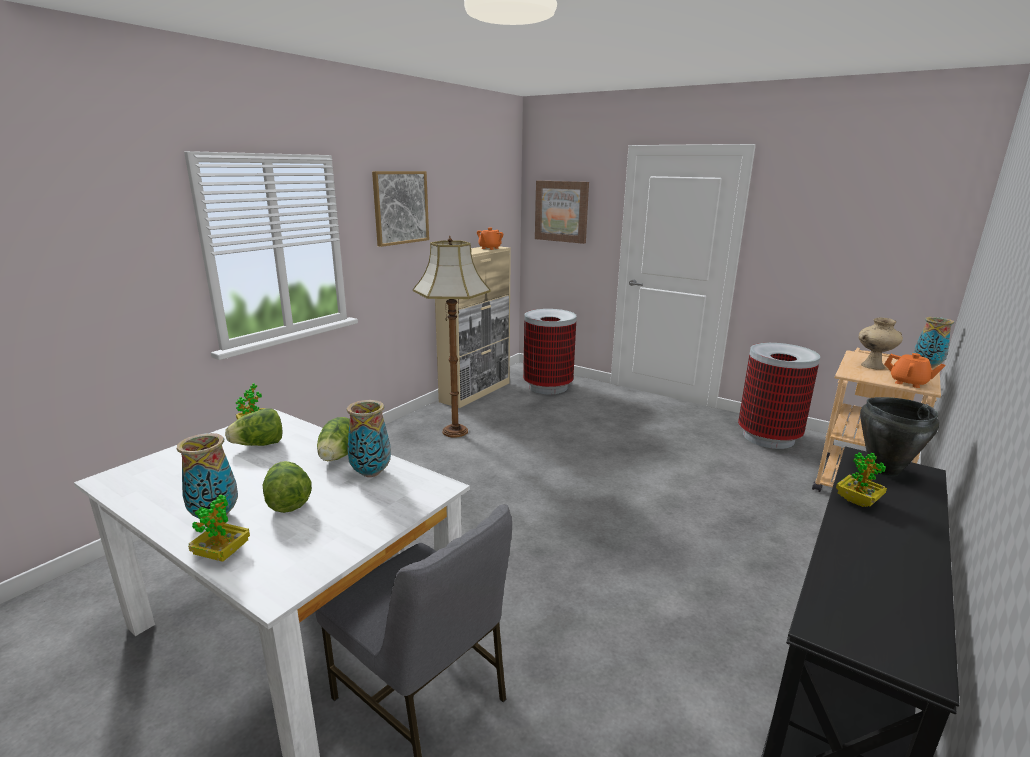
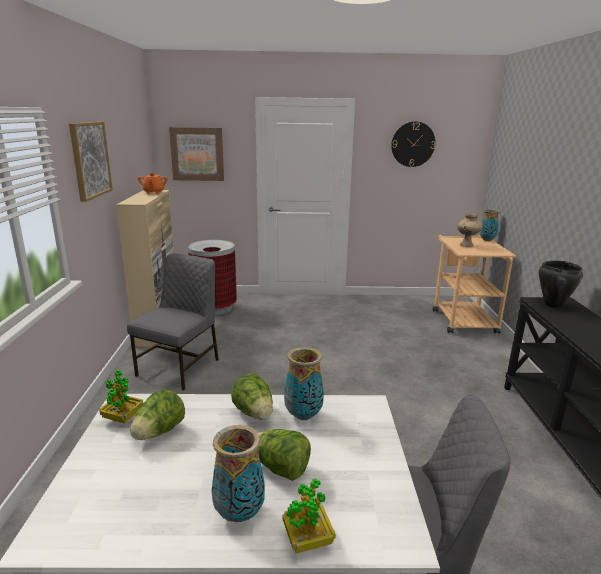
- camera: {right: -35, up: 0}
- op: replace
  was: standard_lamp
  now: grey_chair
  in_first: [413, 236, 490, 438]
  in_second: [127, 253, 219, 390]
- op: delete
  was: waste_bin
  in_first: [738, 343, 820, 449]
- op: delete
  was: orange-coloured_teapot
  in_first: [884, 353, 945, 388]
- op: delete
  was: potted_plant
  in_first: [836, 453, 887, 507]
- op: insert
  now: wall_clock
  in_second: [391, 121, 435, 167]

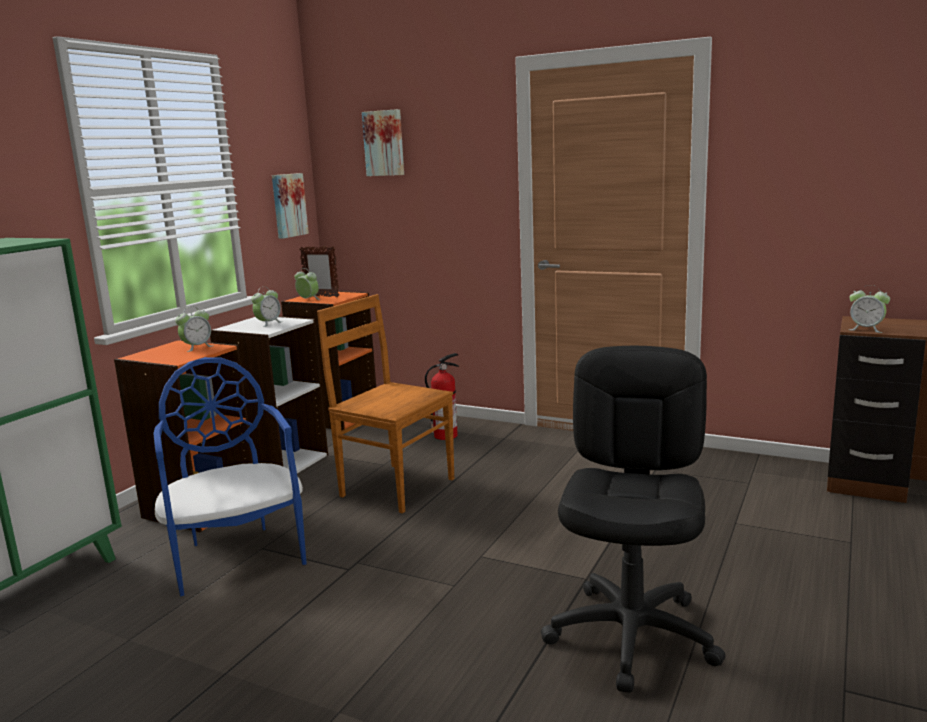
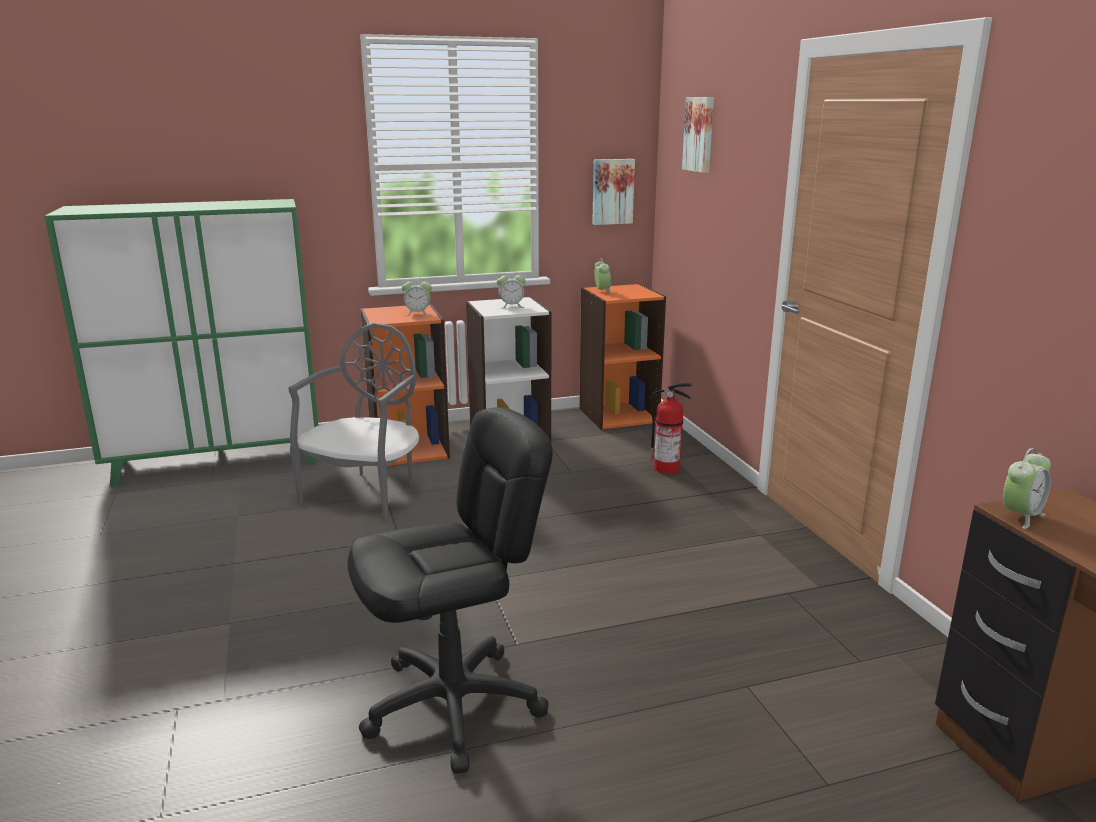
- camera: {right: 45, up: 5}
- op: delete
  was: standing_frame
  in_first: [300, 246, 339, 297]
- op: rotate
  was: bedside_clock
  in_first: [849, 285, 890, 333]
  in_second: [1003, 448, 1051, 529]
  clockwise: -120
- op: delete
  was: brownish_chair
  in_first: [317, 294, 454, 514]
- op: recolor
  was: bluish_chair
  now: grey_chair
  in_first: [153, 357, 307, 596]
  in_second: [288, 323, 419, 521]

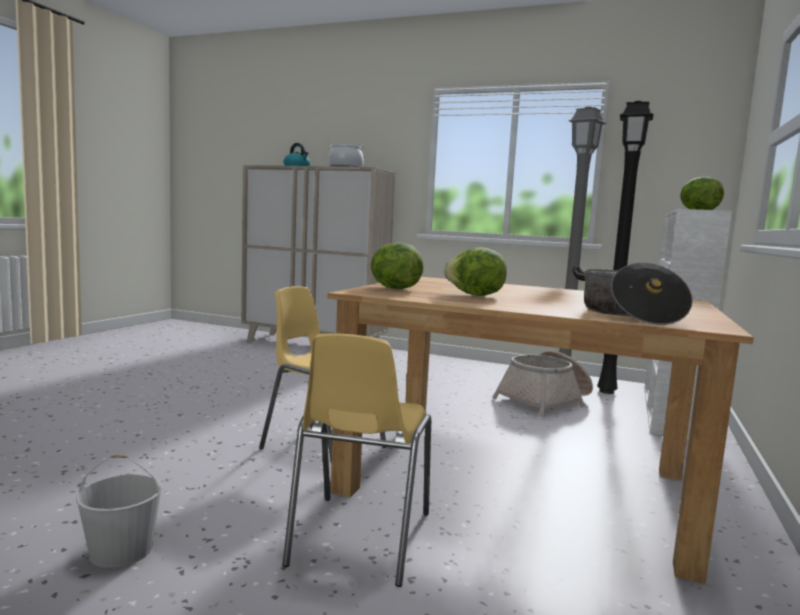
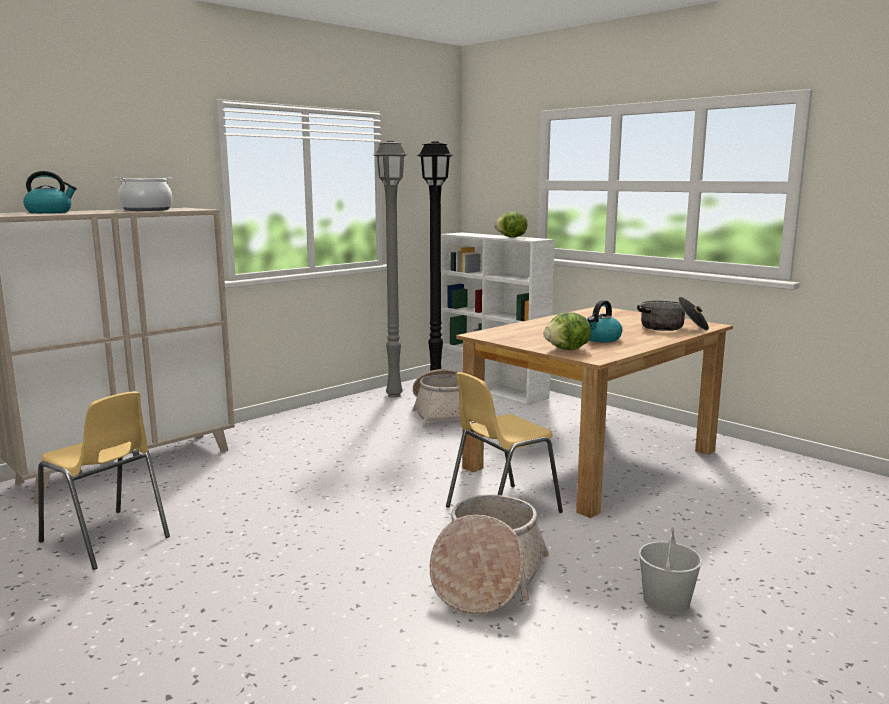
- camera: {right: -65, up: 5}
- op: replace
  was: head_of_lettuce
  now: water_kettle
  in_first: [444, 247, 507, 296]
  in_second: [587, 300, 622, 342]
- op: move
  was: yellowish_chair
  in_first: [283, 333, 431, 587]
  in_second: [38, 391, 170, 570]
- op: insert
  now: storage_basket
  in_second: [430, 495, 549, 614]

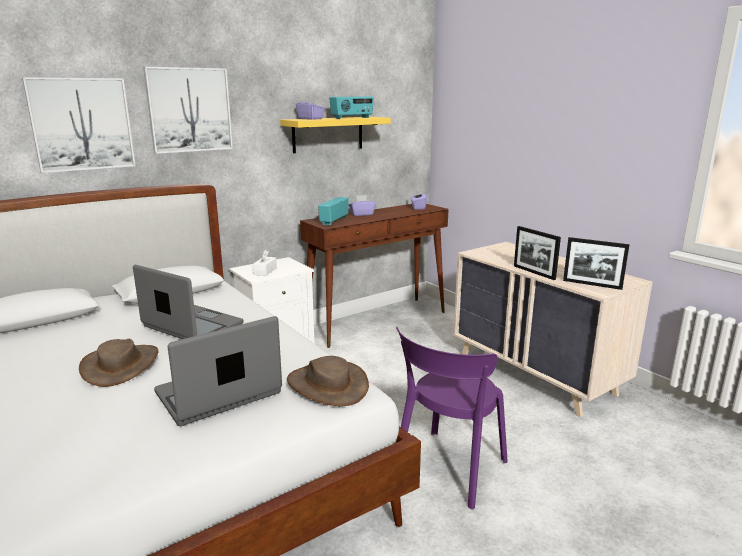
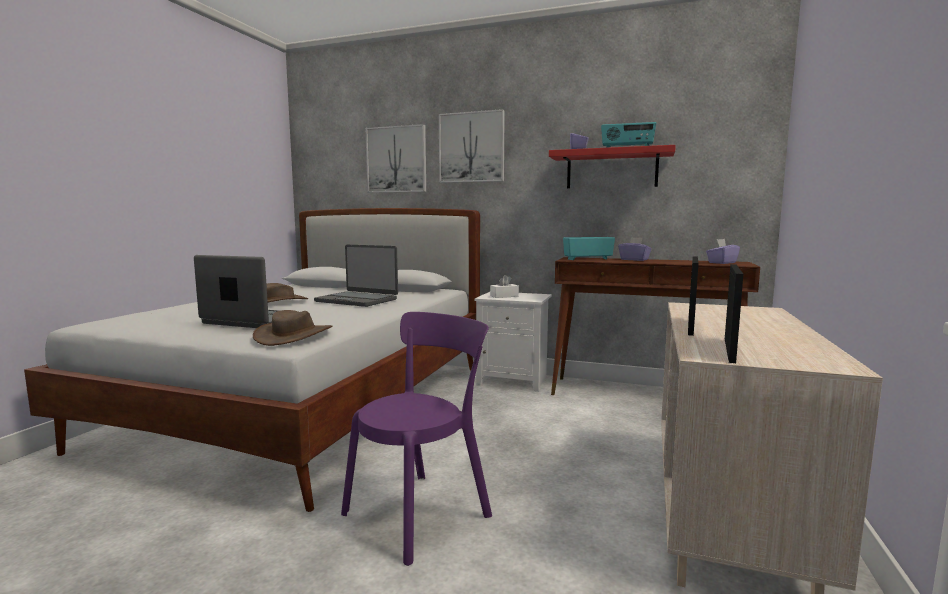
- camera: {right: 55, up: -10}
- op: recolor
  was: yellowish_shelf
  now: reddish_shelf
  in_first: [280, 117, 391, 153]
  in_second: [549, 145, 676, 188]
- op: rotate
  was: standing_frame
  in_first: [563, 237, 630, 290]
  in_second: [725, 264, 743, 363]
  clockwise: -150
- op: rotate
  was: notebook_computer
  in_first: [133, 264, 244, 339]
  in_second: [314, 245, 398, 307]
  clockwise: 120
- op: rotate
  was: purple-coloured_chair
  in_first: [396, 327, 508, 509]
  in_second: [341, 312, 492, 566]
  clockwise: 135

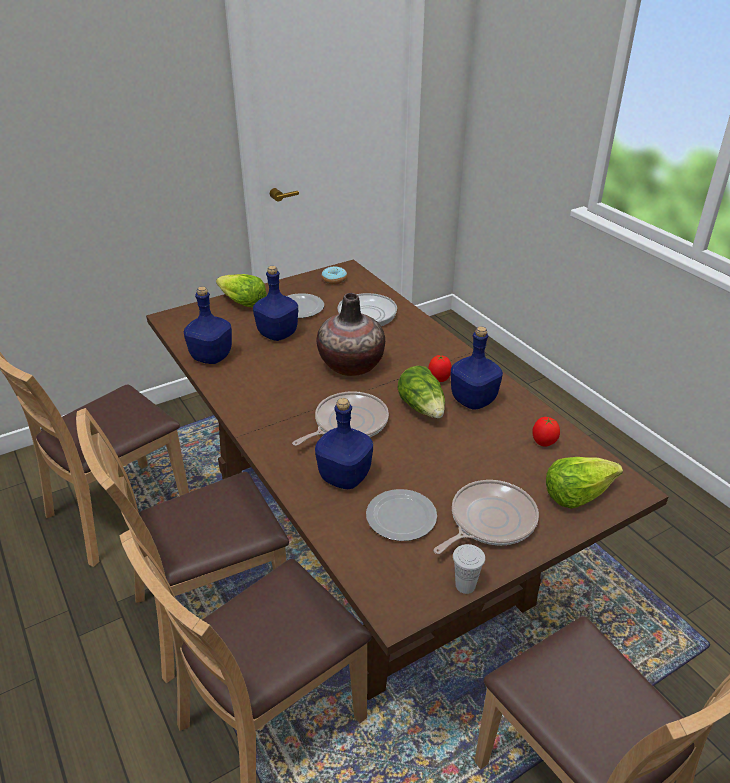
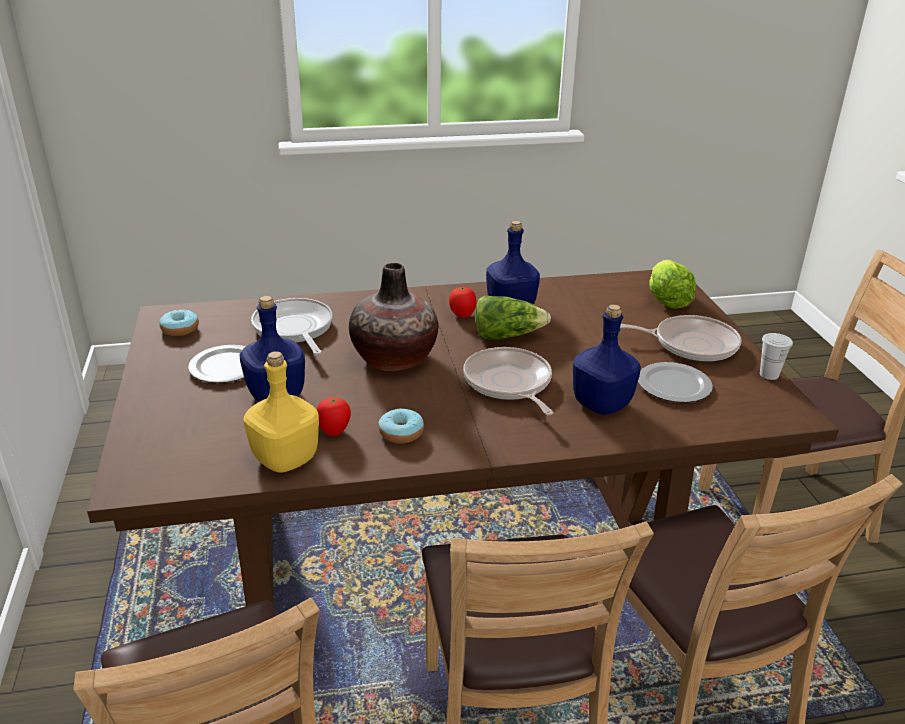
- camera: {right: -70, up: -5}
- op: delete
  was: head_of_lettuce
  in_first: [216, 274, 267, 307]
- op: recolor
  was: bluish_bottle
  now: yellowish_bottle
  in_first: [184, 286, 232, 364]
  in_second: [243, 351, 319, 473]
- op: move
  was: tomato
  in_first: [532, 417, 560, 447]
  in_second: [317, 397, 351, 436]
- op: rotate
  was: pan
  in_first: [433, 480, 539, 554]
  in_second: [620, 315, 742, 362]
  clockwise: 120
- op: insert
  now: doughnut
  in_second: [378, 408, 424, 444]

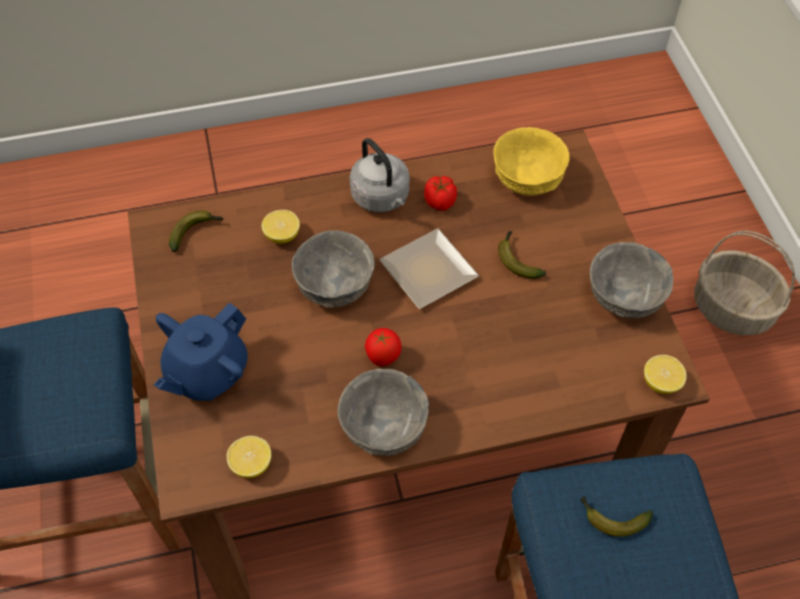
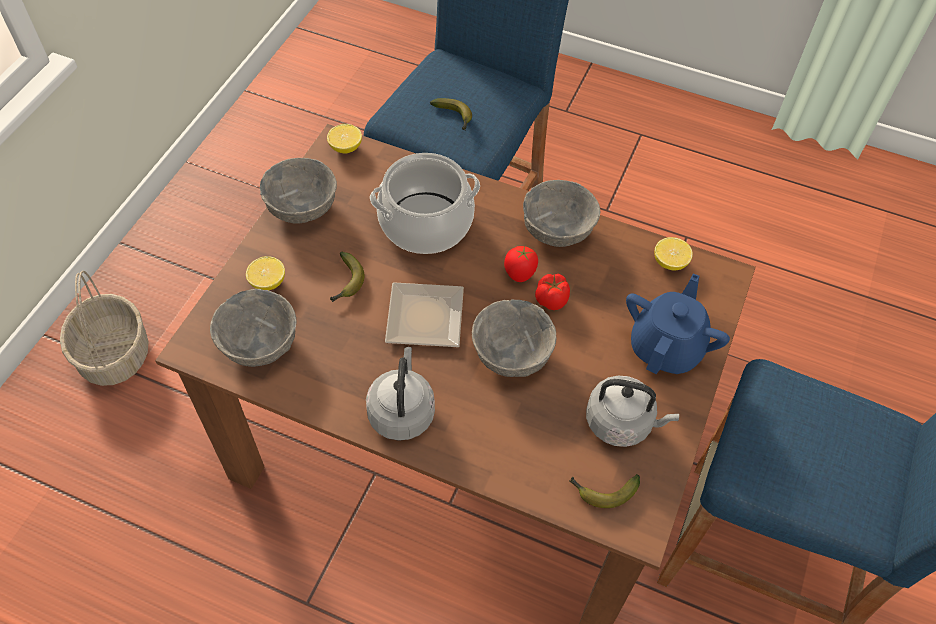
- camera: {right: -145, up: 0}
- op: recolor
  was: yellowish_deep_dish
  now: grey_deep_dish
  in_first: [493, 127, 570, 196]
  in_second: [210, 289, 297, 367]
- op: move
  was: tomato
  in_first: [424, 176, 457, 211]
  in_second: [535, 274, 570, 310]
- op: move
  was: lemon
  in_first: [262, 210, 300, 244]
  in_second: [246, 256, 285, 290]
- op: rotate
  was: bluish_teapot
  in_first: [154, 303, 248, 401]
  in_second: [626, 274, 730, 374]
  clockwise: -45
- op: insert
  now: stockpot
  in_second: [370, 153, 480, 254]
- op: insert
  now: grey_water_kettle
  in_second: [586, 376, 679, 447]

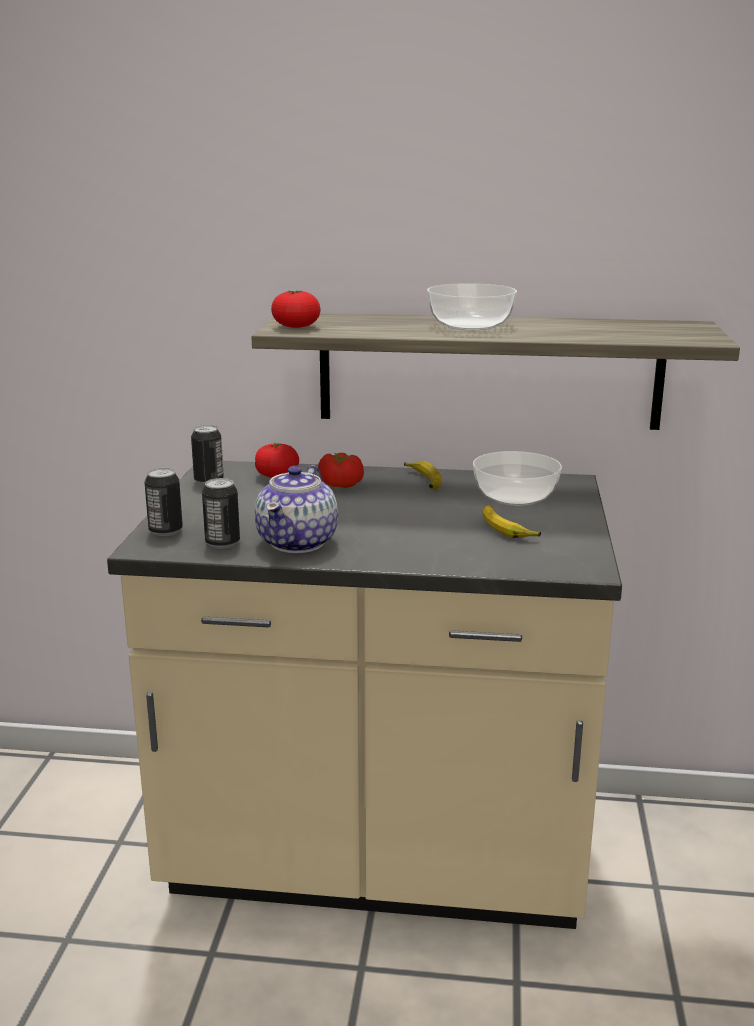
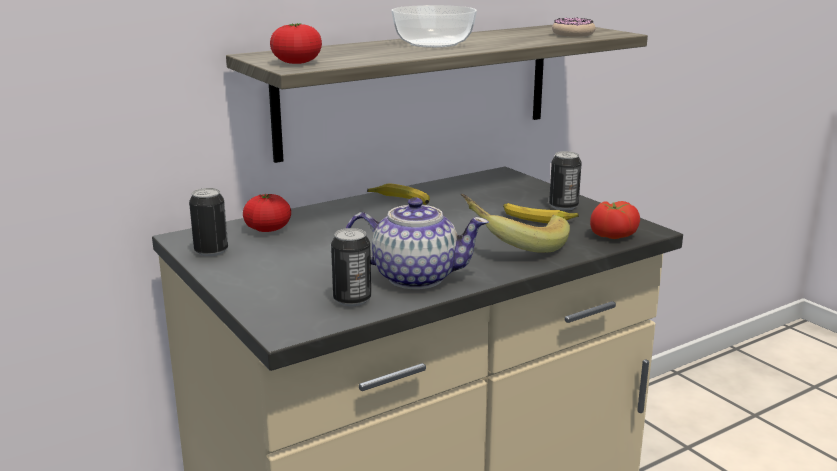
- camera: {right: -40, up: 0}
- op: delete
  was: deep_dish
  in_first: [473, 451, 562, 506]
- op: move
  was: tomato
  in_first: [318, 453, 364, 488]
  in_second: [590, 201, 640, 239]
- op: rotate
  was: teapot
  in_first: [255, 465, 338, 553]
  in_second: [346, 197, 489, 289]
  clockwise: -60
- op: move
  was: sealed_can
  in_first: [145, 468, 183, 536]
  in_second: [549, 151, 581, 211]
- op: insert
  now: doughnut
  in_second: [552, 17, 596, 37]
- op: insert
  now: whole_banana
  in_second: [461, 194, 570, 253]

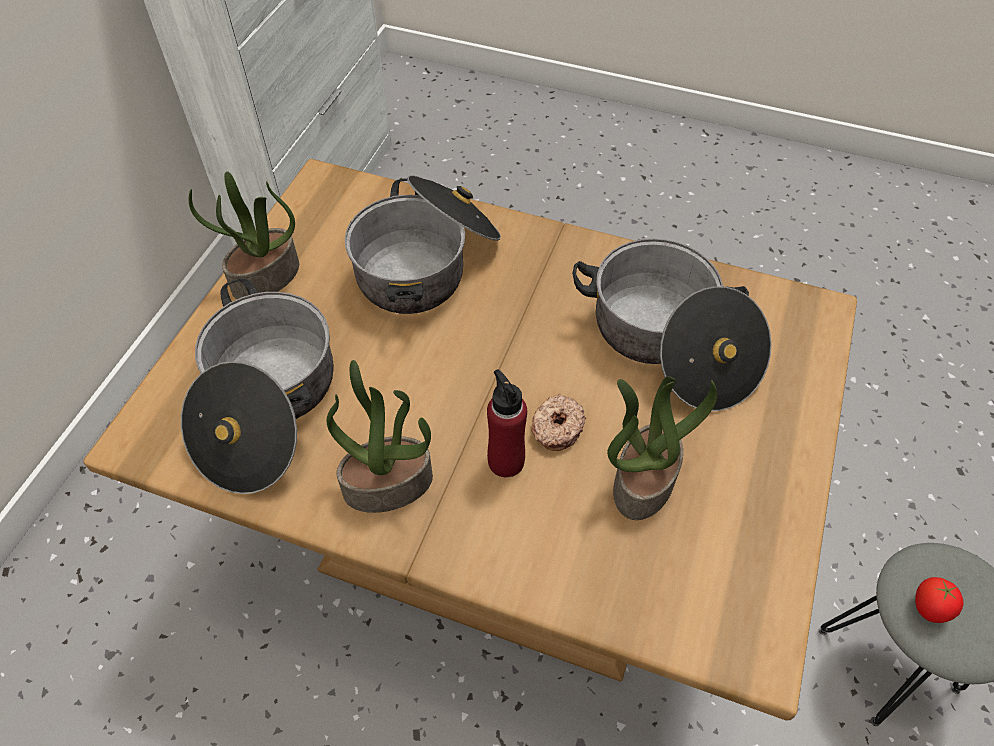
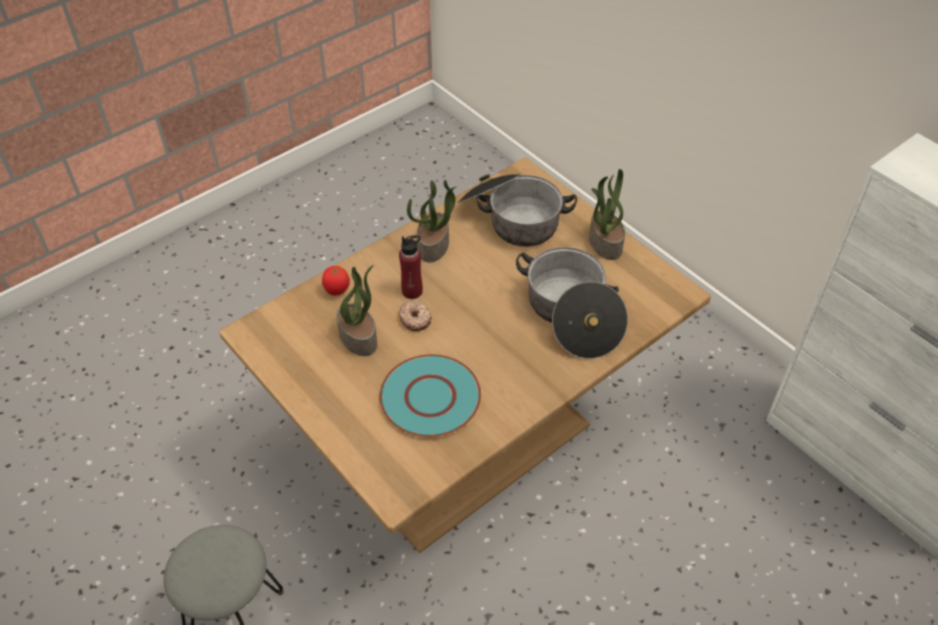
- camera: {right: 120, up: -5}
- op: replace
  was: stockpot
  now: turquoise-coloured_flat_dish
  in_first: [572, 238, 772, 411]
  in_second: [379, 354, 481, 437]
- op: move
  was: tomato
  in_first: [915, 577, 964, 623]
  in_second: [322, 266, 350, 296]

